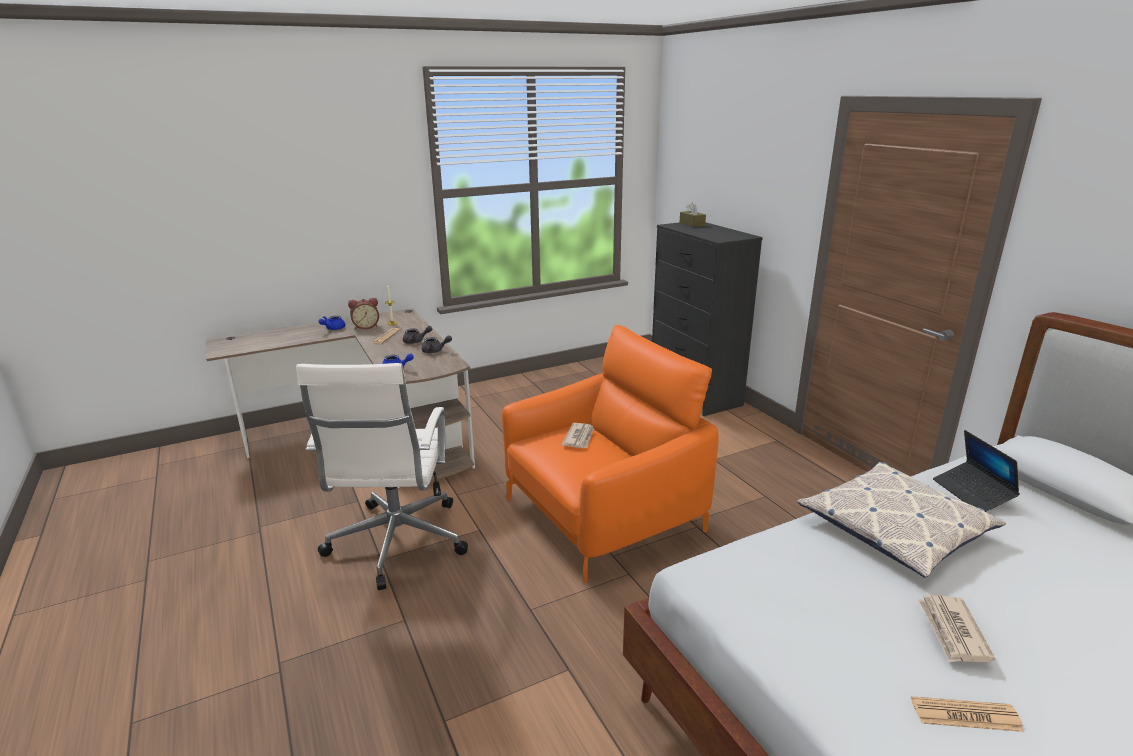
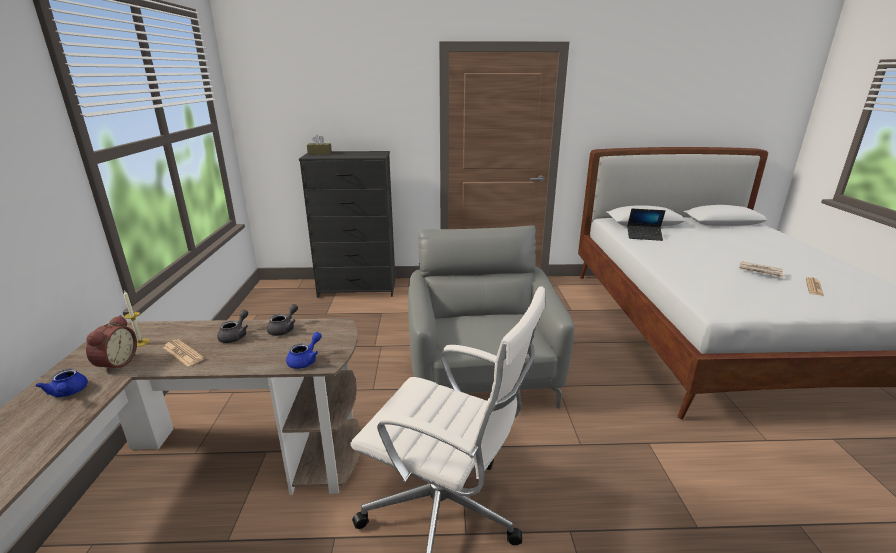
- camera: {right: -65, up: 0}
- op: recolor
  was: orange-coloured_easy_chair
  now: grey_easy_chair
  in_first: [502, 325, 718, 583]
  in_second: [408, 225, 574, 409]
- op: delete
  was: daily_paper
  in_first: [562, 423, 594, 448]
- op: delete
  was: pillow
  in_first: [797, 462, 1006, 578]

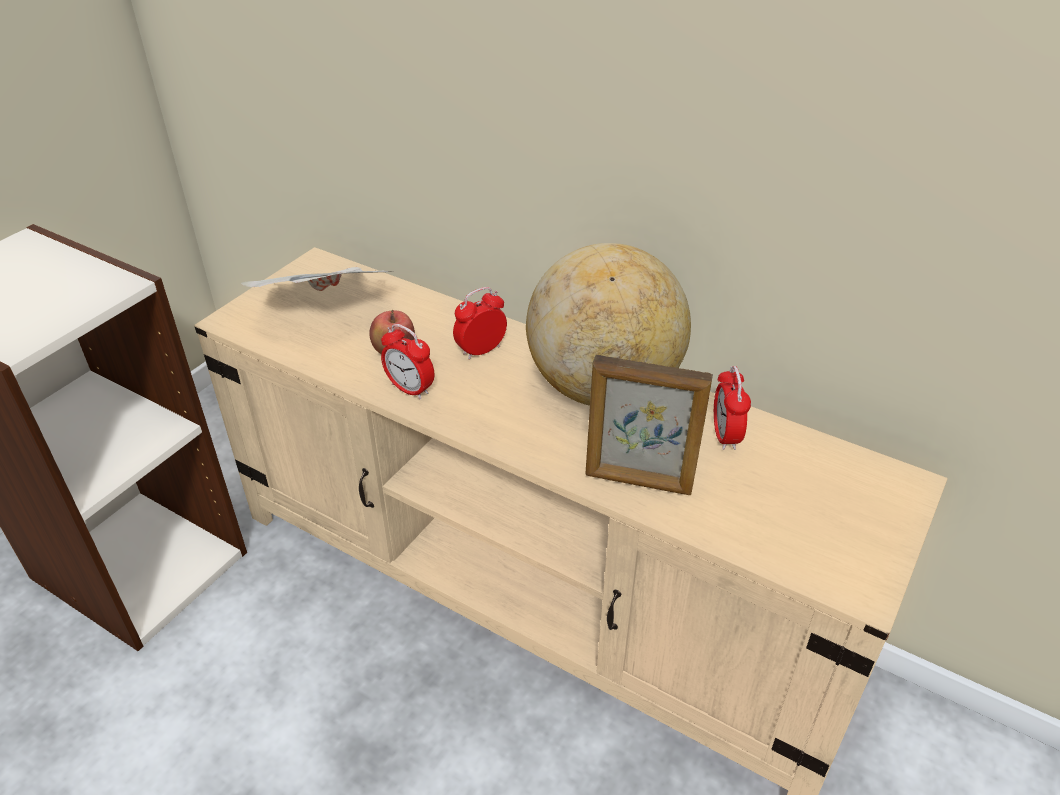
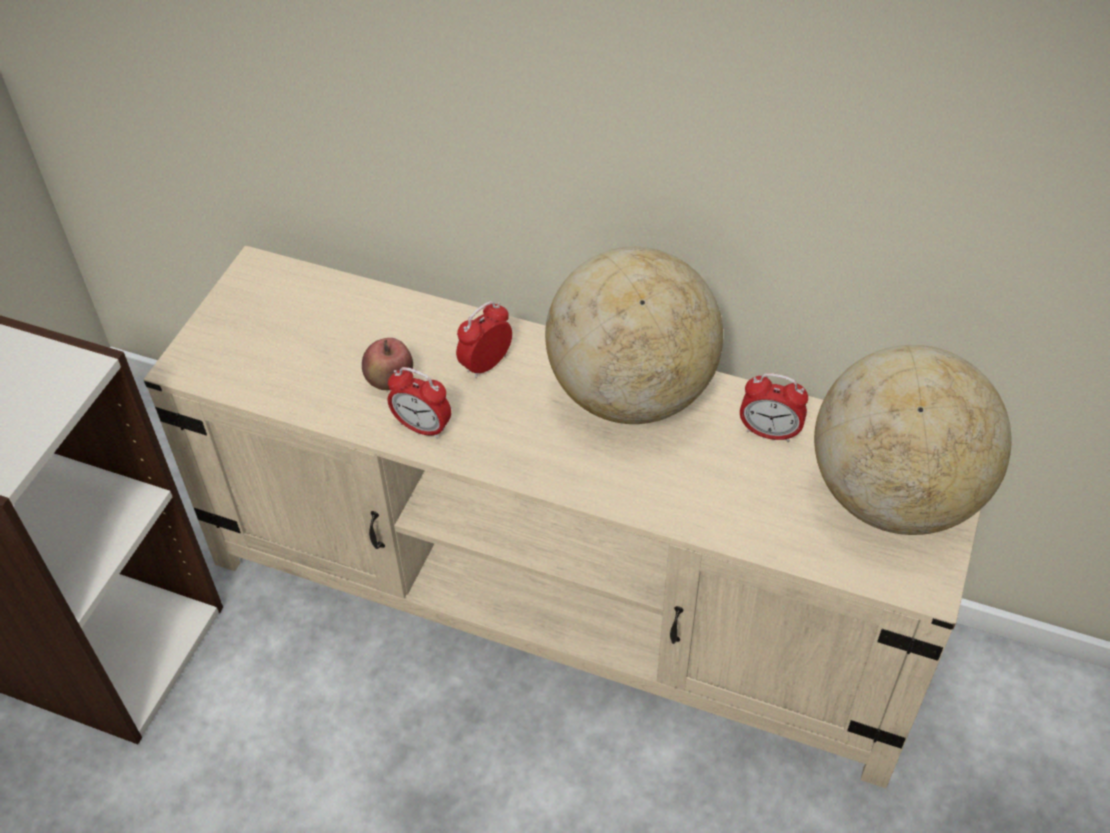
- camera: {right: -10, up: 10}
- op: delete
  was: daily_paper
  in_first: [241, 267, 390, 291]
- op: delete
  was: standing_frame
  in_first: [585, 355, 713, 495]
- op: rotate
  was: bedside_clock
  in_first: [714, 366, 751, 450]
  in_second: [740, 373, 808, 442]
  clockwise: -60
- op: insert
  now: desk_globe
  in_second: [814, 345, 1011, 535]

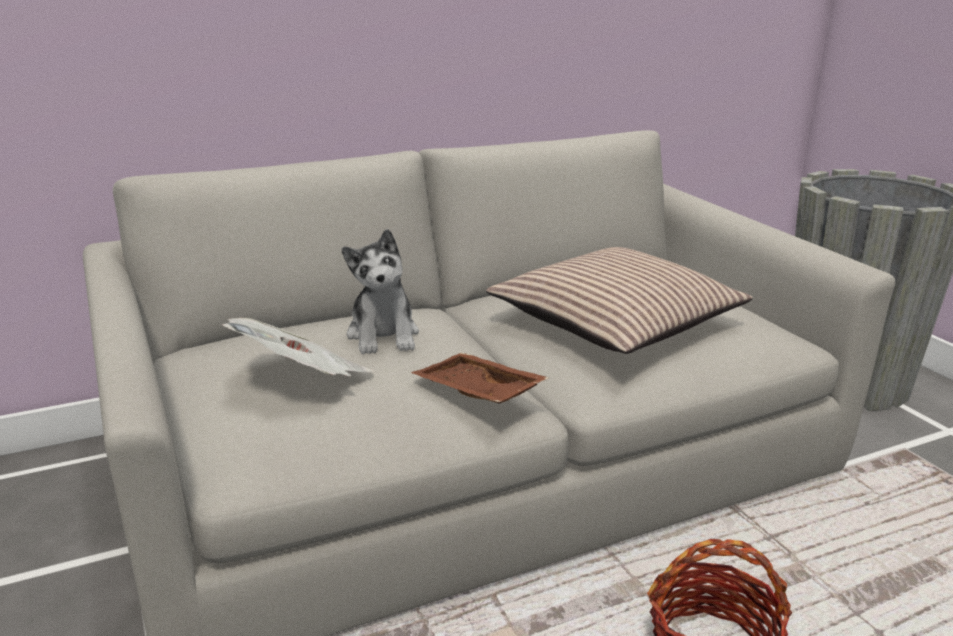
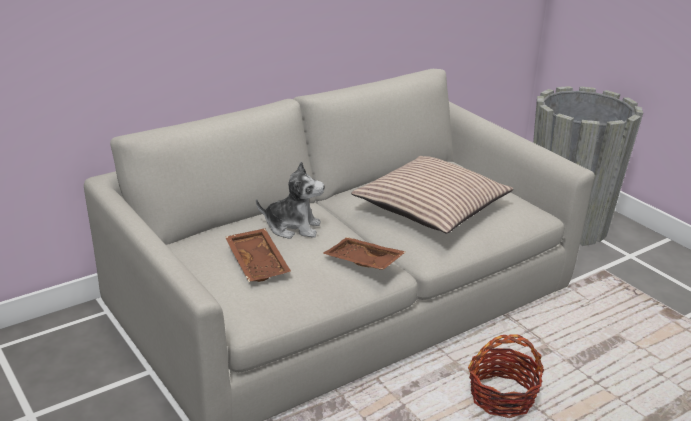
- camera: {right: -10, up: 5}
- op: rotate
  was: cuddly_toy
  in_first: [342, 229, 419, 354]
  in_second: [256, 162, 325, 239]
  clockwise: -60
- op: replace
  was: daily_paper
  now: brownish_tray
  in_first: [222, 318, 374, 376]
  in_second: [225, 228, 291, 282]

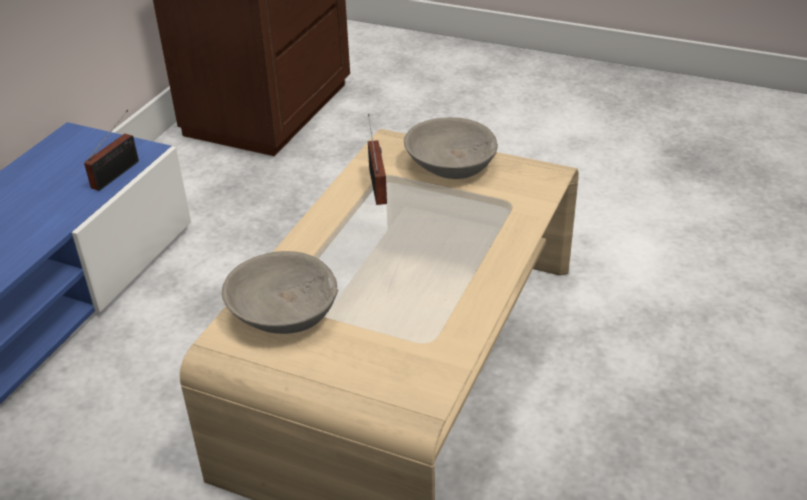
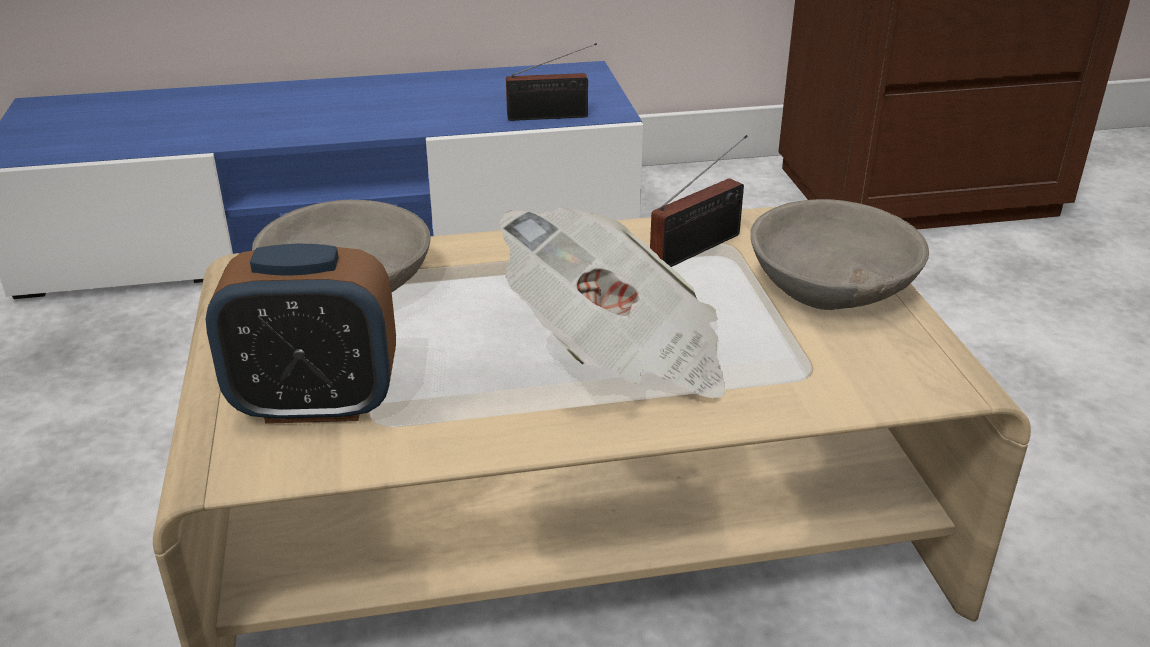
- camera: {right: 55, up: -5}
- op: insert
  now: daily_paper
  in_second: [499, 208, 726, 398]
- op: insert
  now: bedside_clock
  in_second: [206, 244, 396, 424]

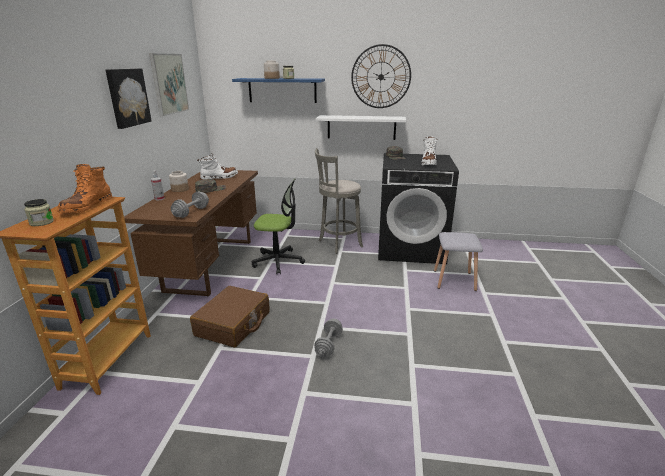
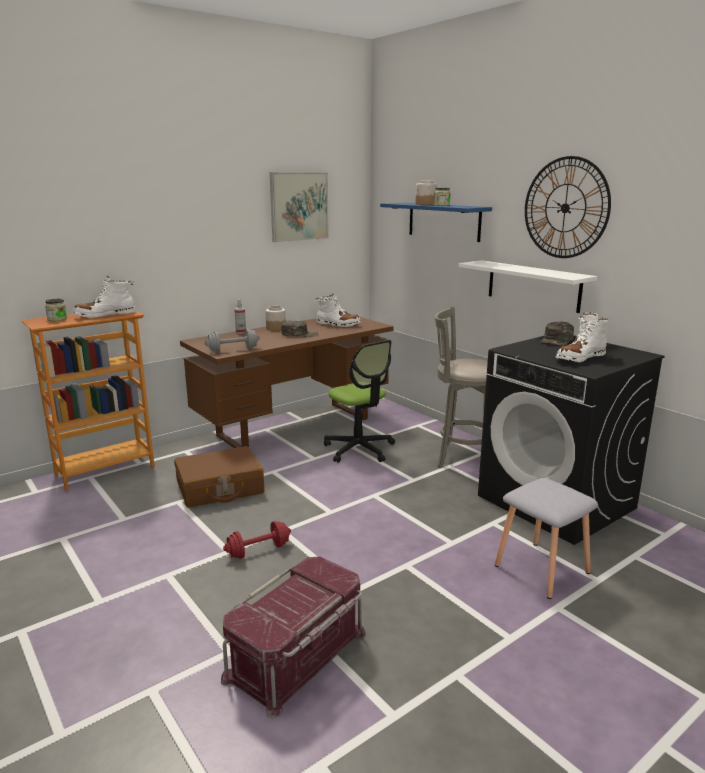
- camera: {right: 45, up: -5}
- op: delete
  was: wall_picture
  in_first: [105, 68, 152, 129]
- op: recolor
  was: orange-coloured_tall_boot
  now: whitish_tall_boot
  in_first: [57, 164, 112, 213]
  in_second: [72, 275, 135, 318]
- op: recolor
  was: grey_hand_weight
  now: reddish_hand_weight
  in_first: [314, 319, 343, 358]
  in_second: [223, 521, 291, 559]
- op: insert
  now: reddish_storage_box
  in_second: [221, 556, 366, 718]

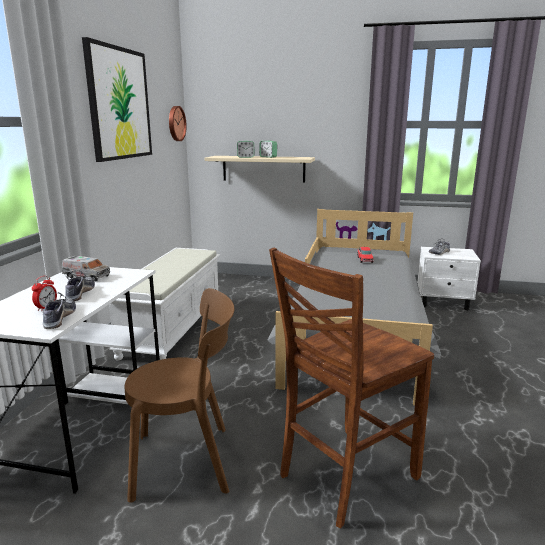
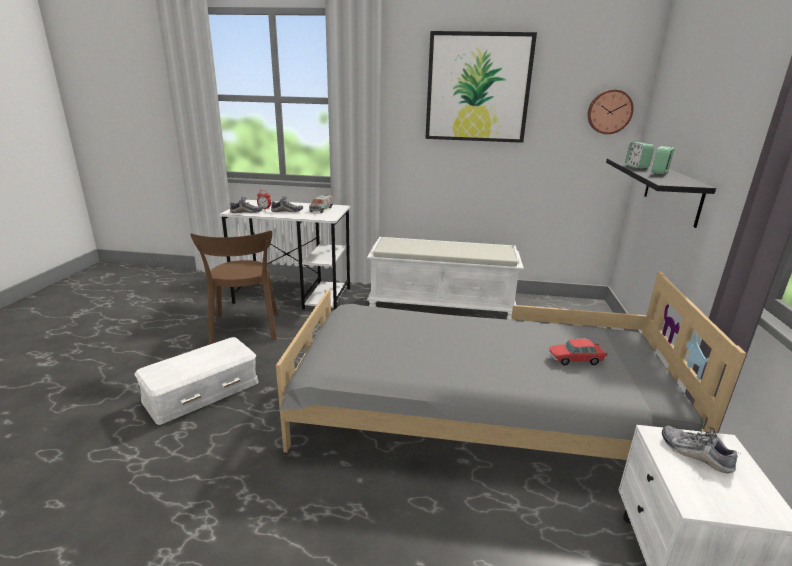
- camera: {right: 85, up: 5}
- op: recolor
  was: beige-coloured_shelf
  now: blackish_shelf
  in_first: [205, 156, 315, 183]
  in_second: [606, 158, 716, 228]
- op: replace
  was: brownish_chair
  now: whitish_storage_box
  in_first: [269, 248, 434, 528]
  in_second: [134, 337, 259, 425]

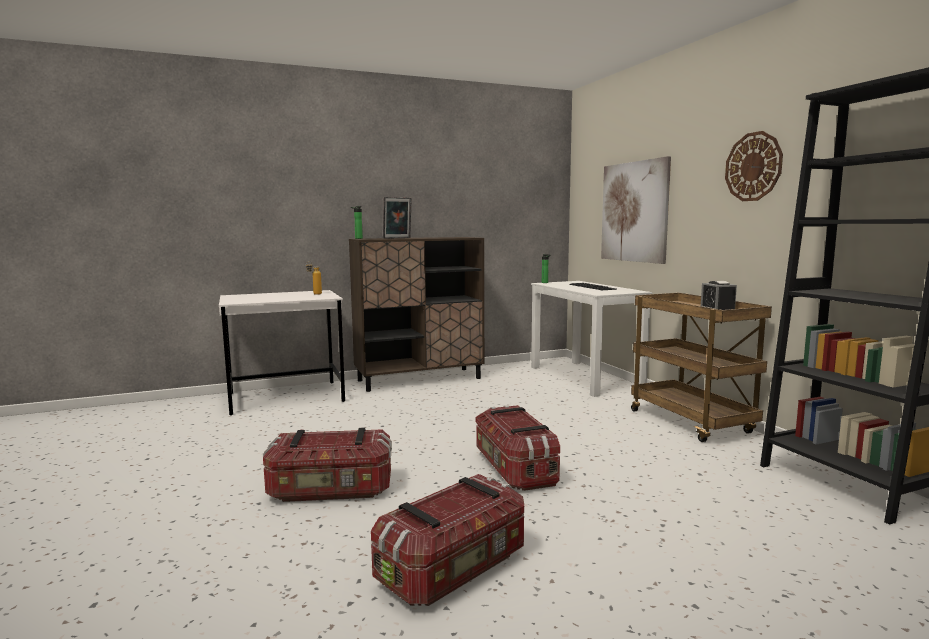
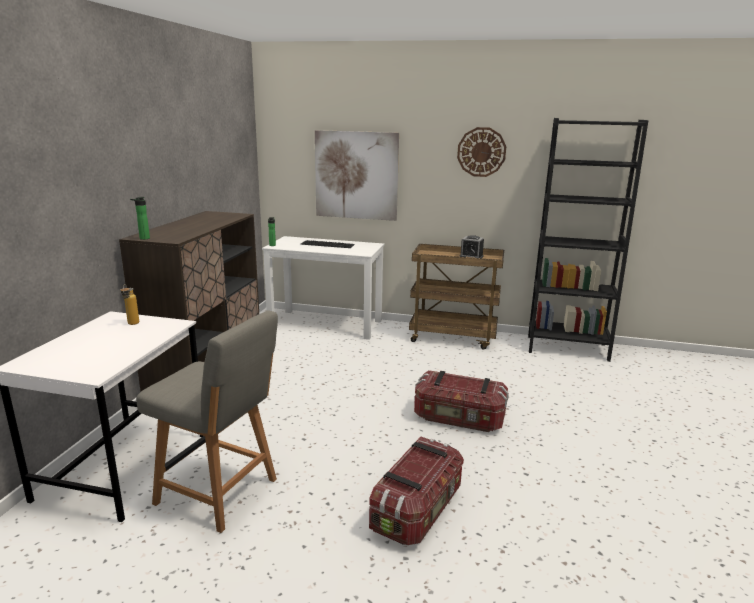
- camera: {right: -55, up: 10}
- op: delete
  was: standing_frame
  in_first: [383, 197, 412, 239]
- op: delete
  was: storage_box
  in_first: [371, 474, 524, 606]
- op: insert
  now: grey_chair
  in_second: [136, 311, 278, 533]

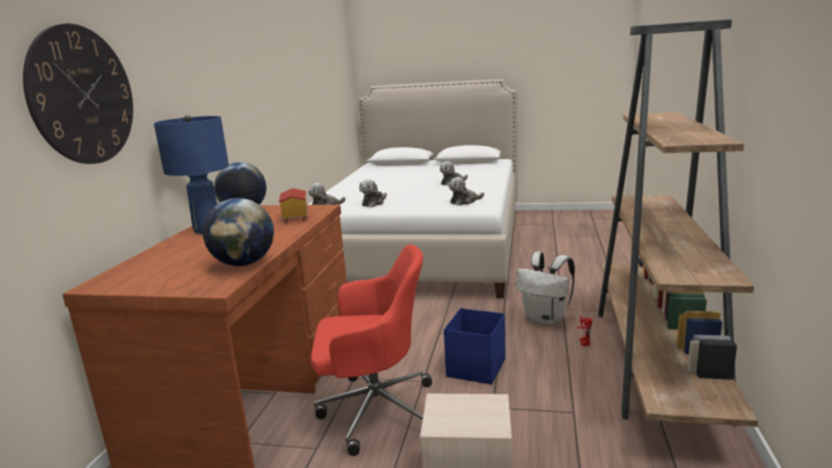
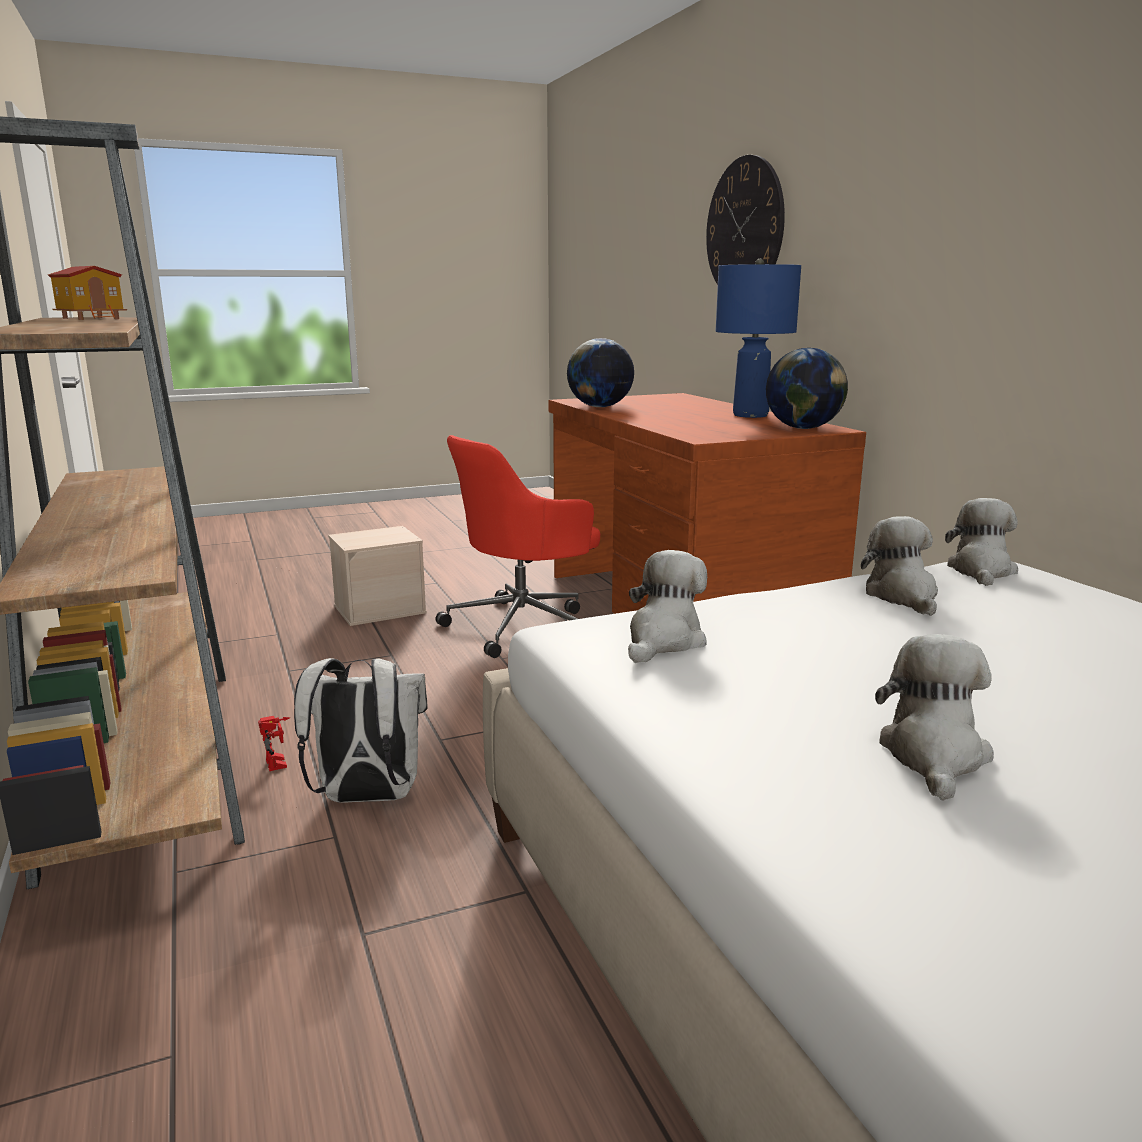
- camera: {right: 145, up: 0}
- op: move
  was: model_house
  in_first: [279, 188, 309, 222]
  in_second: [48, 266, 127, 320]
- op: delete
  was: bluish_storage_box
  in_first: [444, 308, 505, 384]

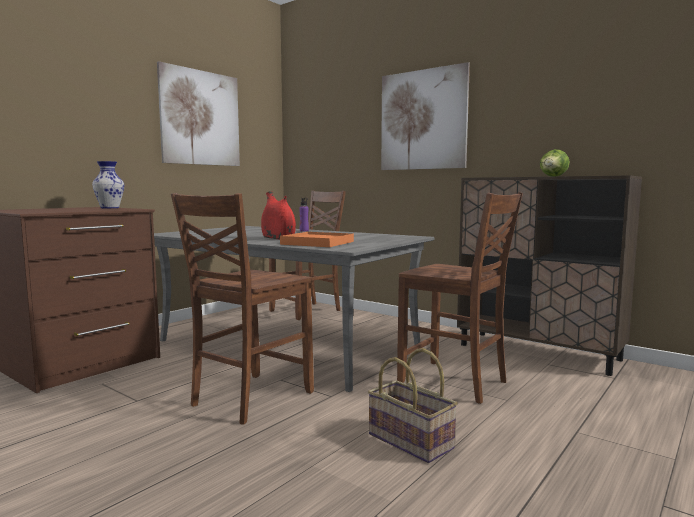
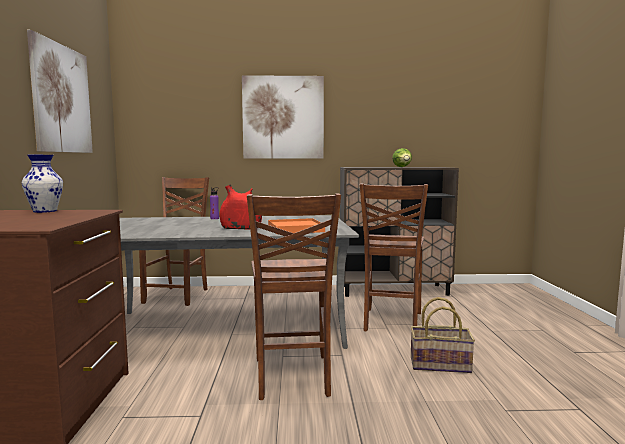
- camera: {right: -40, up: 0}
- op: rotate
  was: brownish_chair
  in_first: [397, 192, 523, 404]
  in_second: [360, 184, 428, 332]
  clockwise: 105

